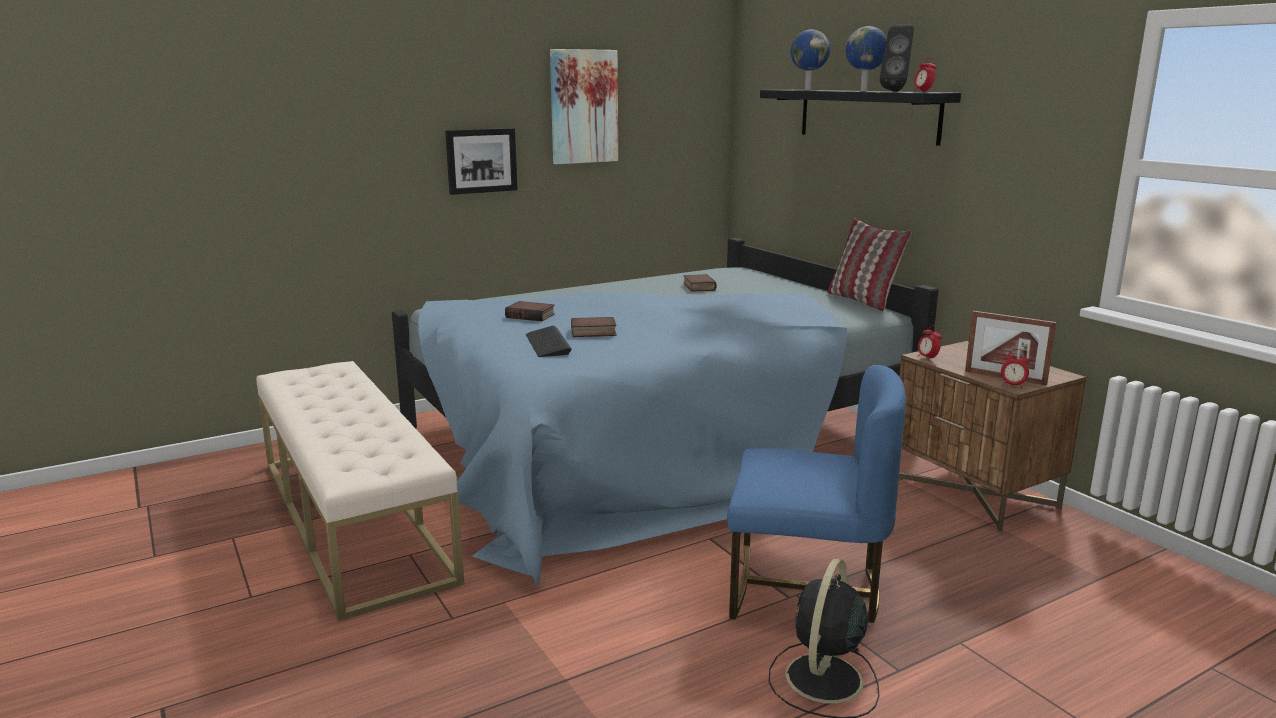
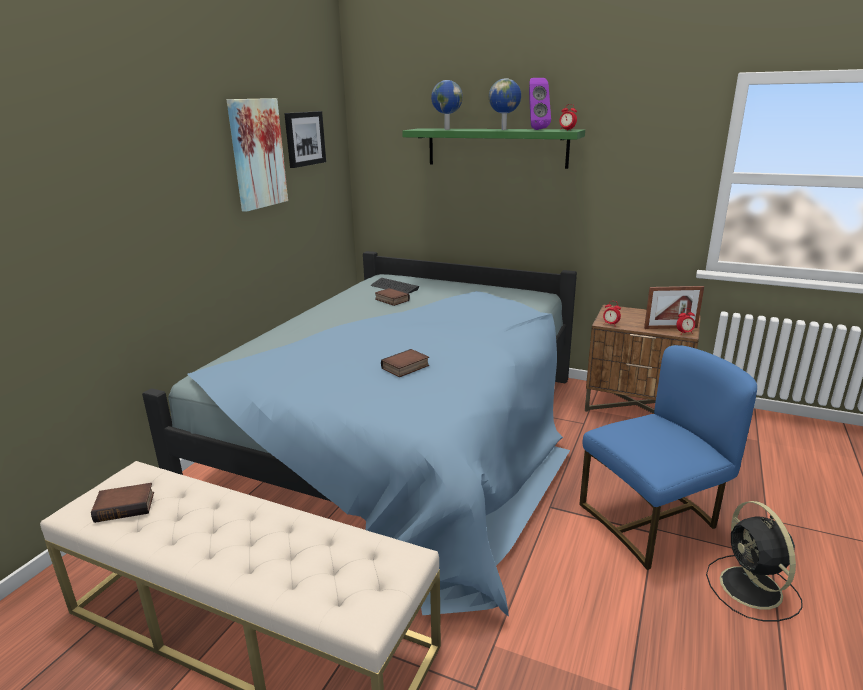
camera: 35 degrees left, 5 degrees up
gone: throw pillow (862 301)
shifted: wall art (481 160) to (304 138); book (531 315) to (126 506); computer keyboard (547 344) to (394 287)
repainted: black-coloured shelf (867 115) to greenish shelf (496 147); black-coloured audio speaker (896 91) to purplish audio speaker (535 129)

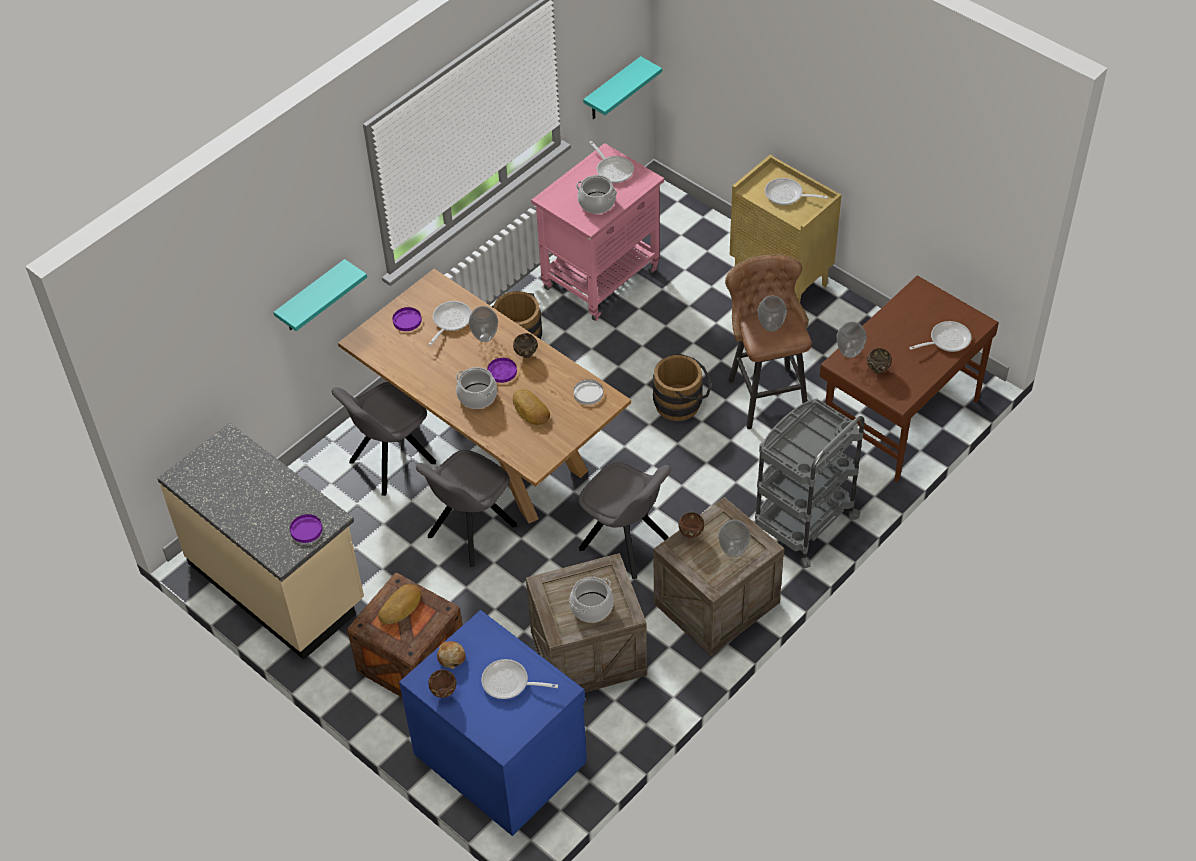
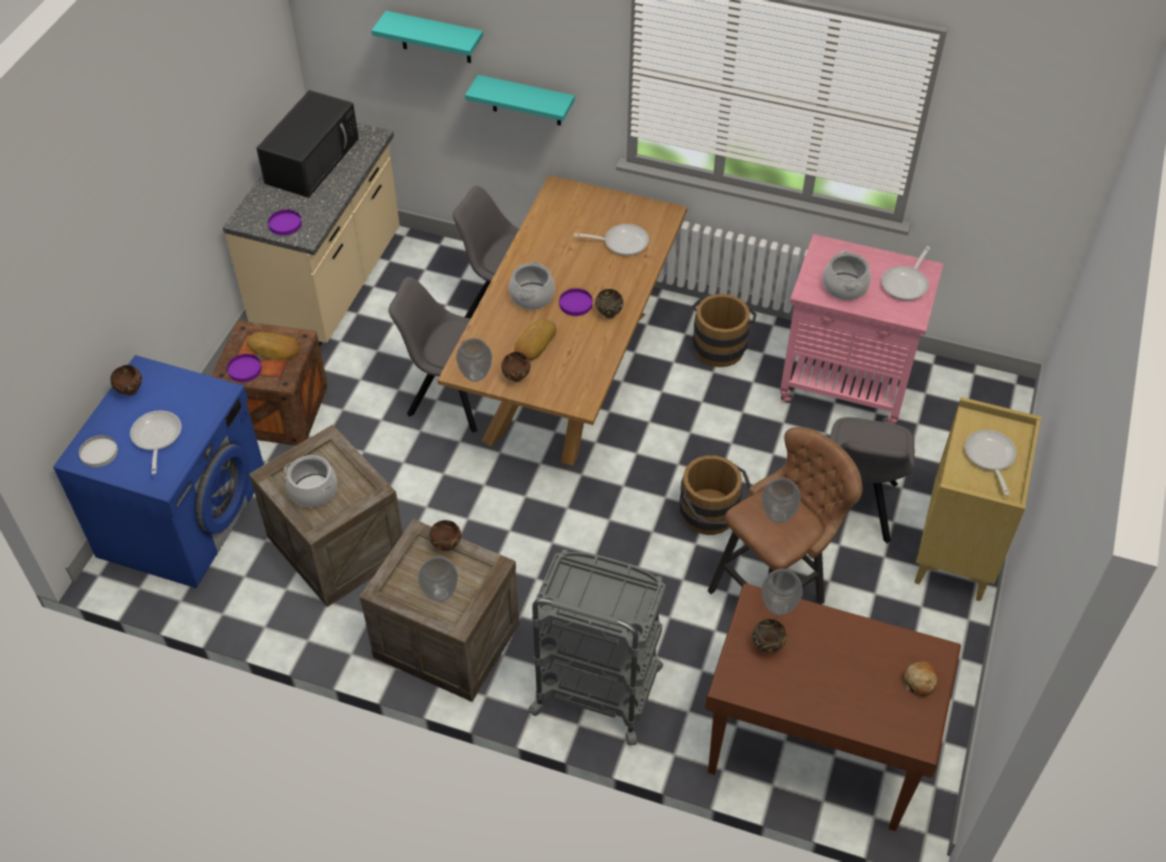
camera: 65 degrees right, 0 degrees up
gone: frying pan (946 340)
new: black-coloured kitchen microwave (312 159); brown deep dish (516 378)
shifted: purplish flat dish (407 320) to (244 369); bakery bread (451 657) to (919 681); vase (485 337) to (476 376); white flat dish (588 393) to (99 452); gray chair (625 543) to (857 507); turquoise shelf (612 90) to (435 37)

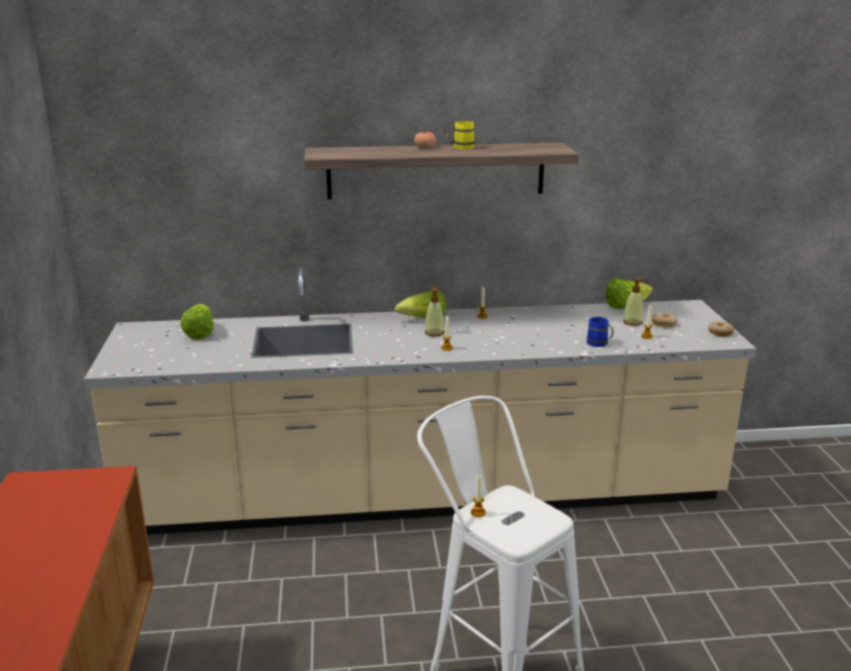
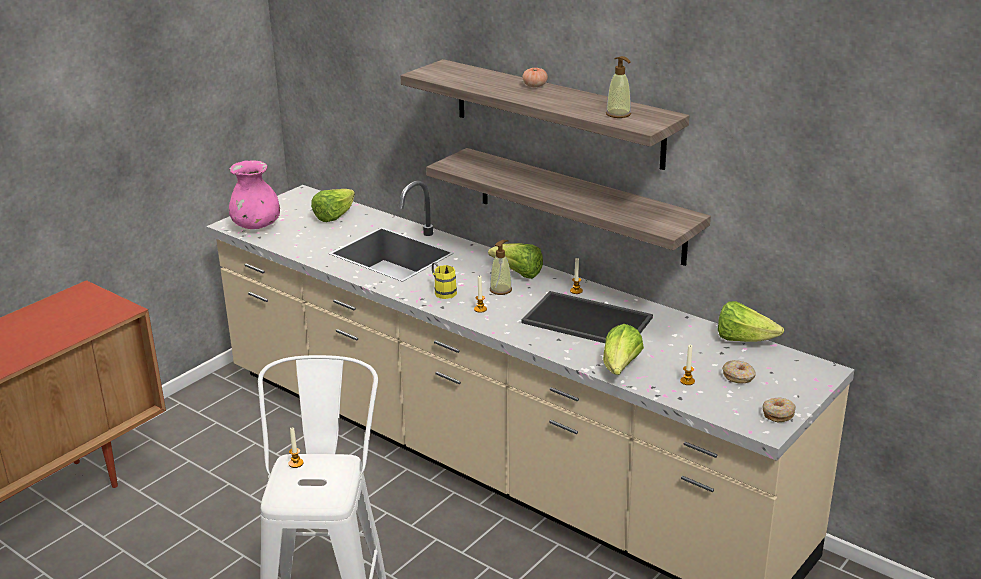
camera: 45 degrees right, 5 degrees up
new: pink-coloured vase (256 226); shelf (579 205); carrying tray (589 320)
shifted: yellow tea mug (458 147) to (442 291); soap bottle (633 322) to (618 114)
swapped: blue tea mug (600 344) to lettuce (620 368)

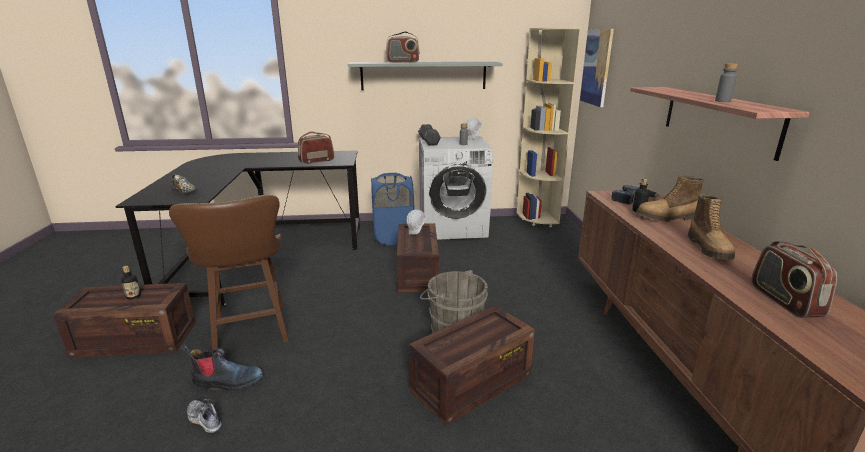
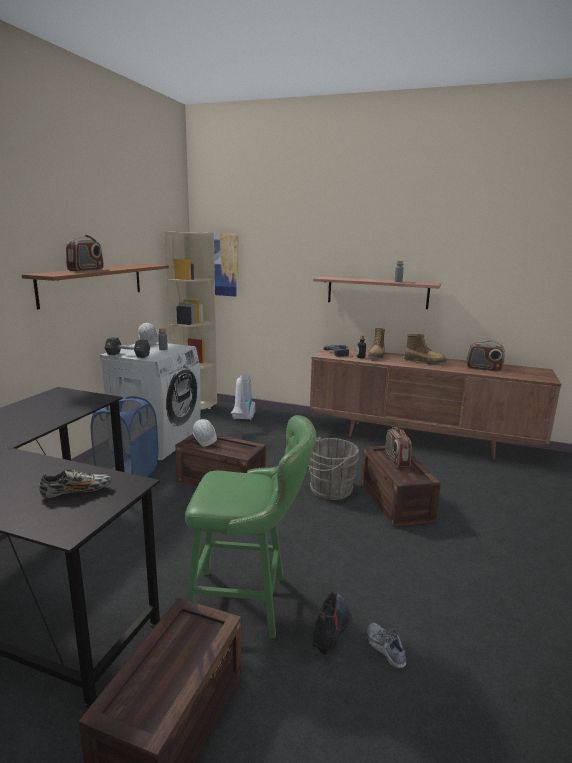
camera: 65 degrees left, 5 degrees down
gone: bottle (133 296)
new: vacuum (242 420)
shifted: radio (316 161) to (396 460)
repainted: brown sitting stool (251 335) to greenish sitting stool (251 603); gray shelf (423 75) to brown shelf (93 284)
rotated: shoe (204 420) = (385 649) 90 degrees clockwise

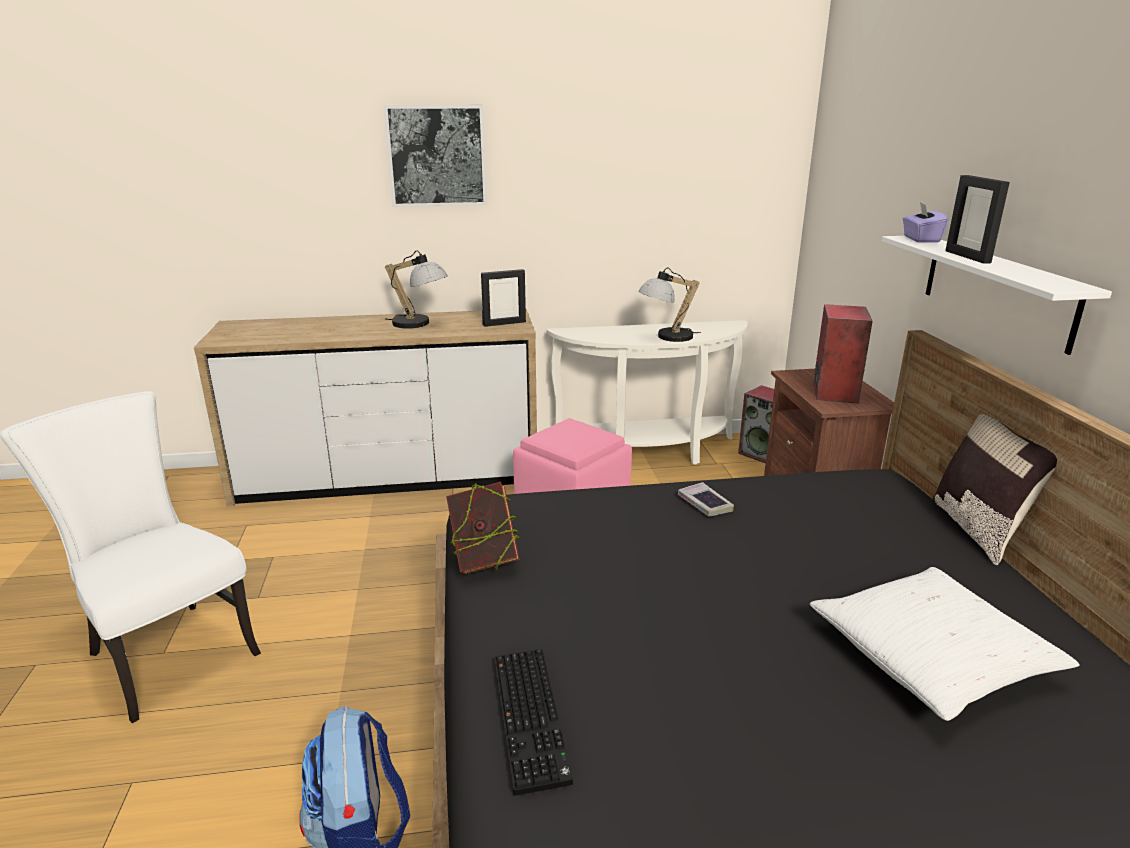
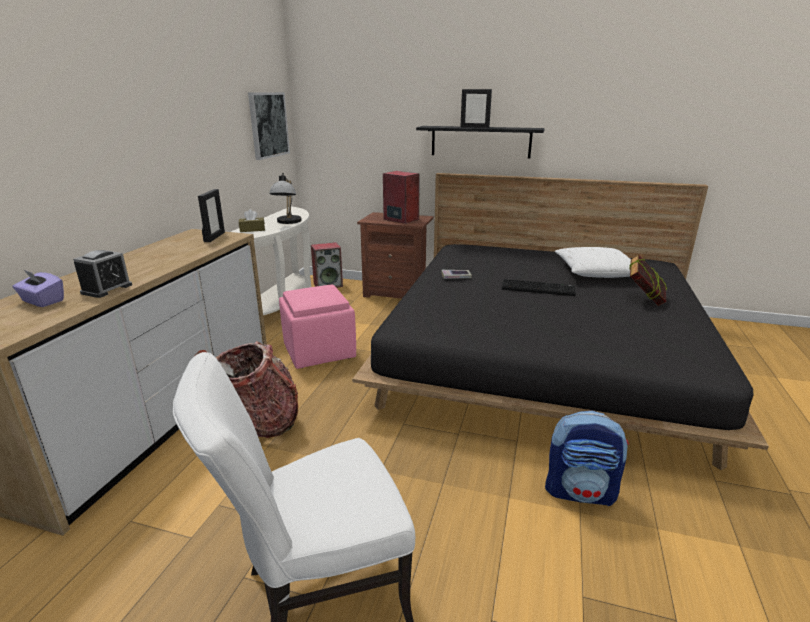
camera: 65 degrees left, 0 degrees up
gone: tabletop lamp (419 324); throw pillow (979 530)
new: table clock (107 289); backpack (259 424); brown tissue box (252 229)
shifted: wall art (437 156) to (268 125); book (484 560) to (643 300); computer keyboard (533 718) to (538 288); purplish tissue box (920 239) to (42 301)
repainted: white shelf (996 290) to black-coloured shelf (480 142)

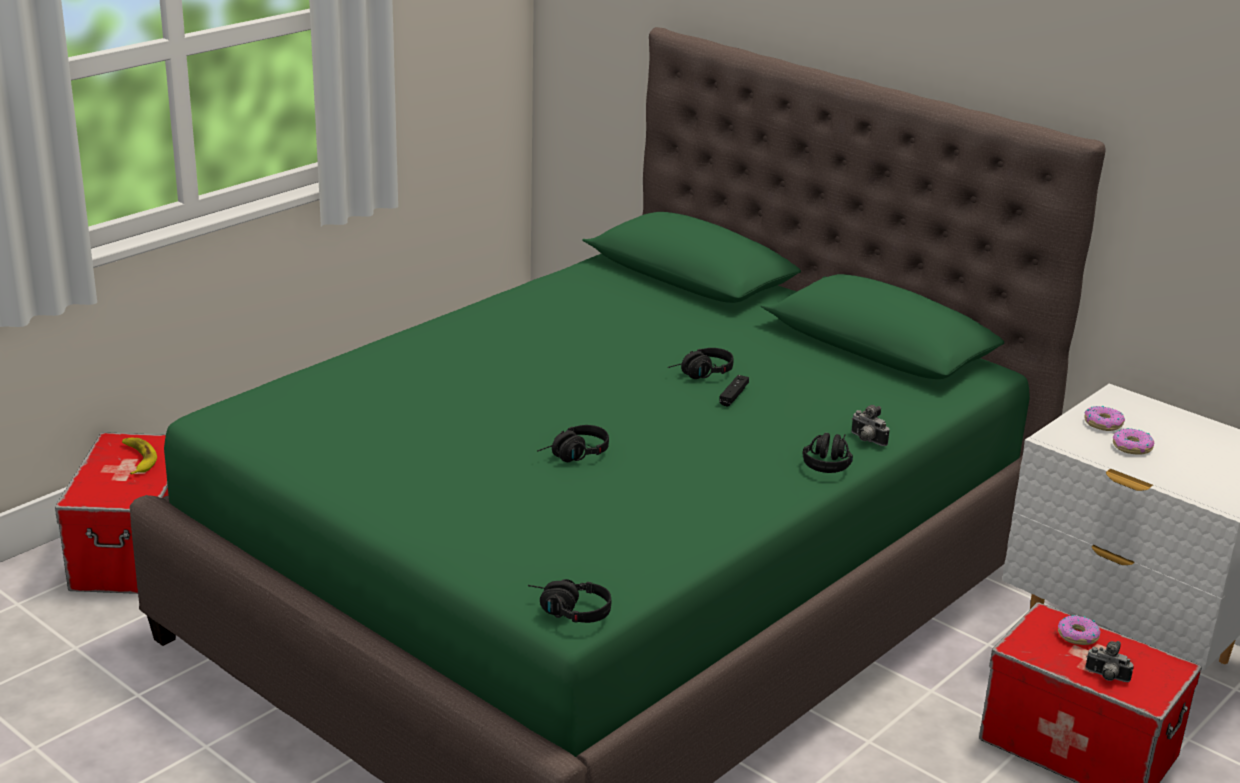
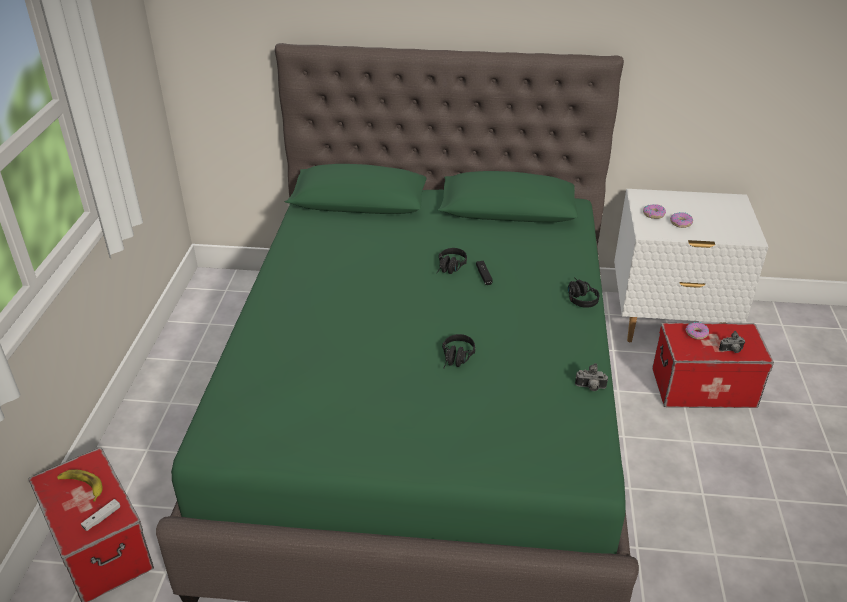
camera: 35 degrees left, 10 degrees up
gone: black-coloured headset (567 612)
new: white gamepad (102 518)
shifted: still camera (866 440) to (590 388)

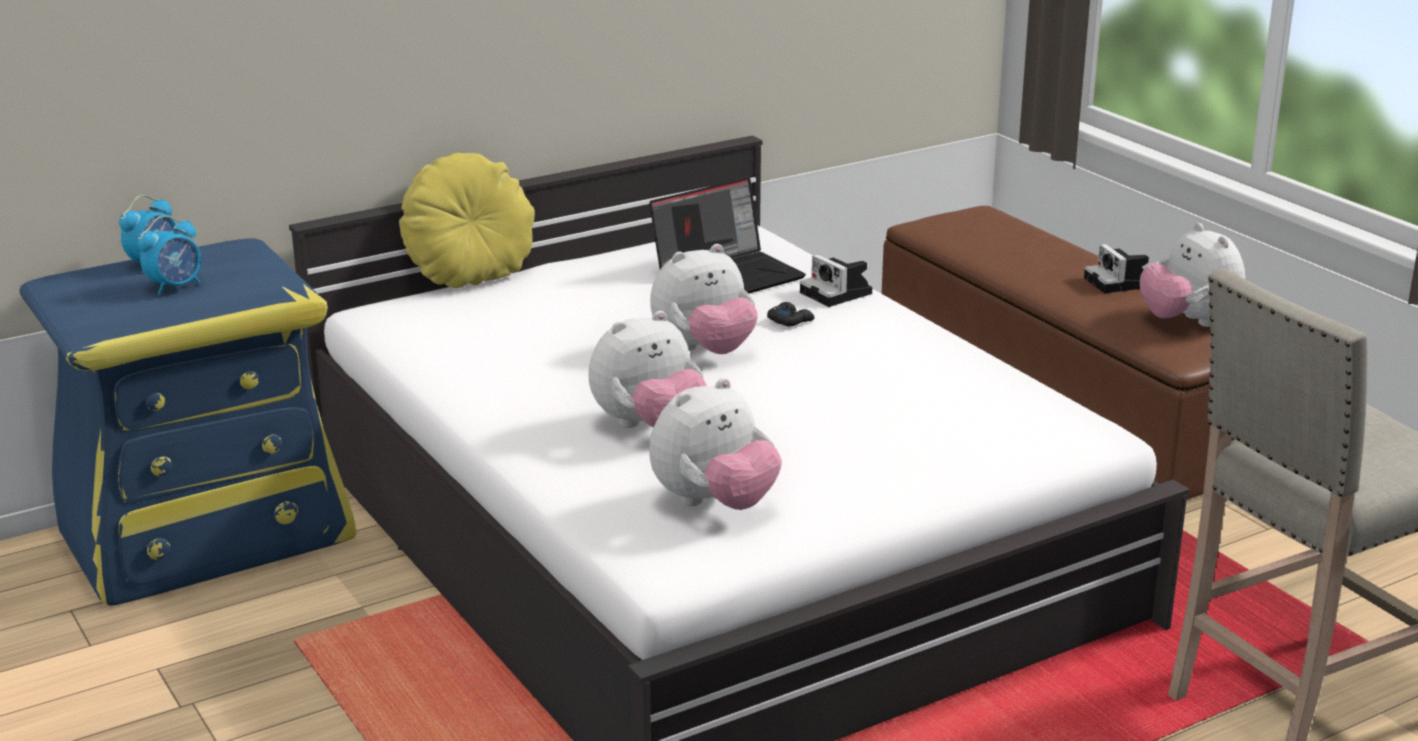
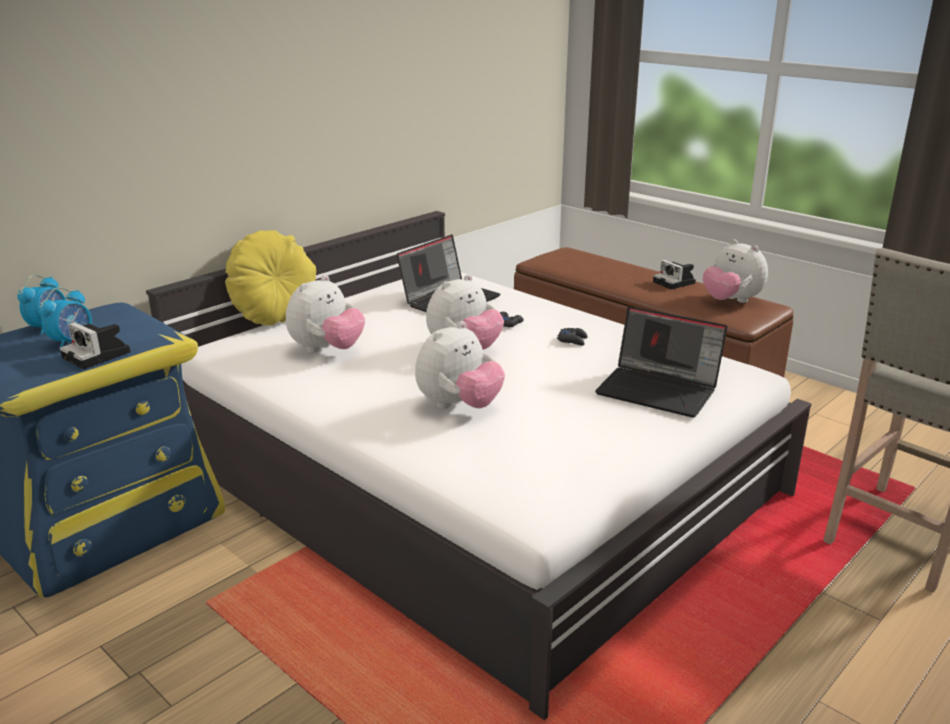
camera: 15 degrees left, 0 degrees up
new: black-coloured gamepad (572 340); portable computer (659 390)
shifted: soft toy (714 503) to (327 350); still camera (838 294) to (98 355)

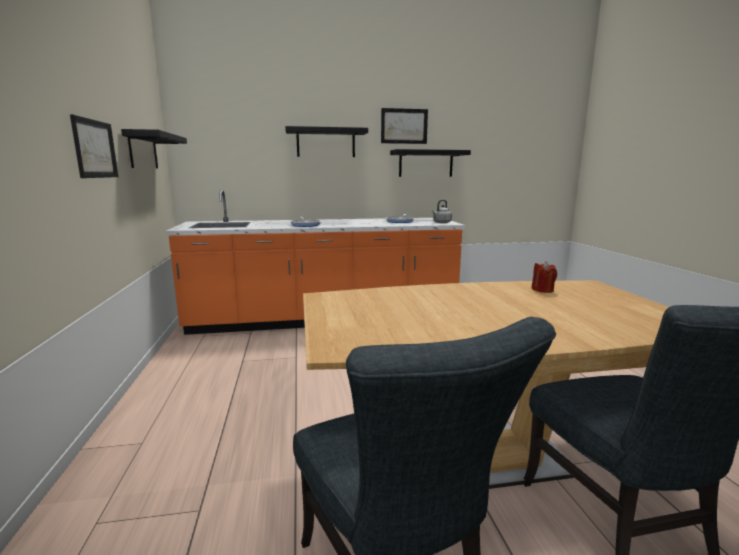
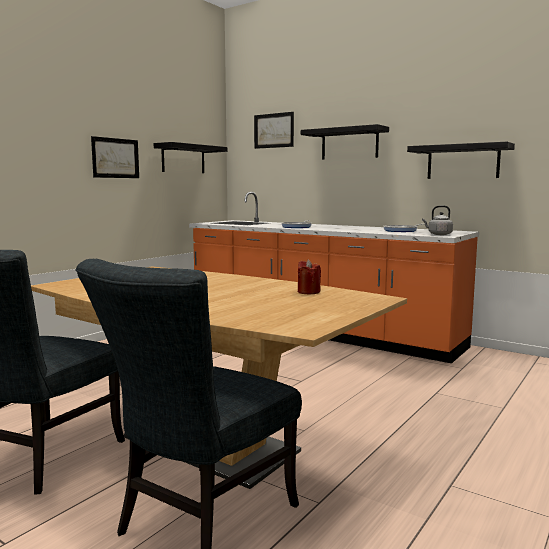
camera: 45 degrees right, 5 degrees down
shifted: wall art (404 126) to (273 130)

